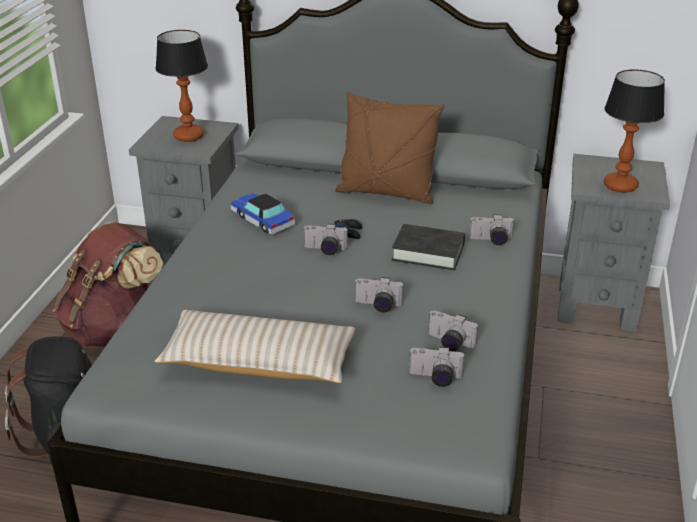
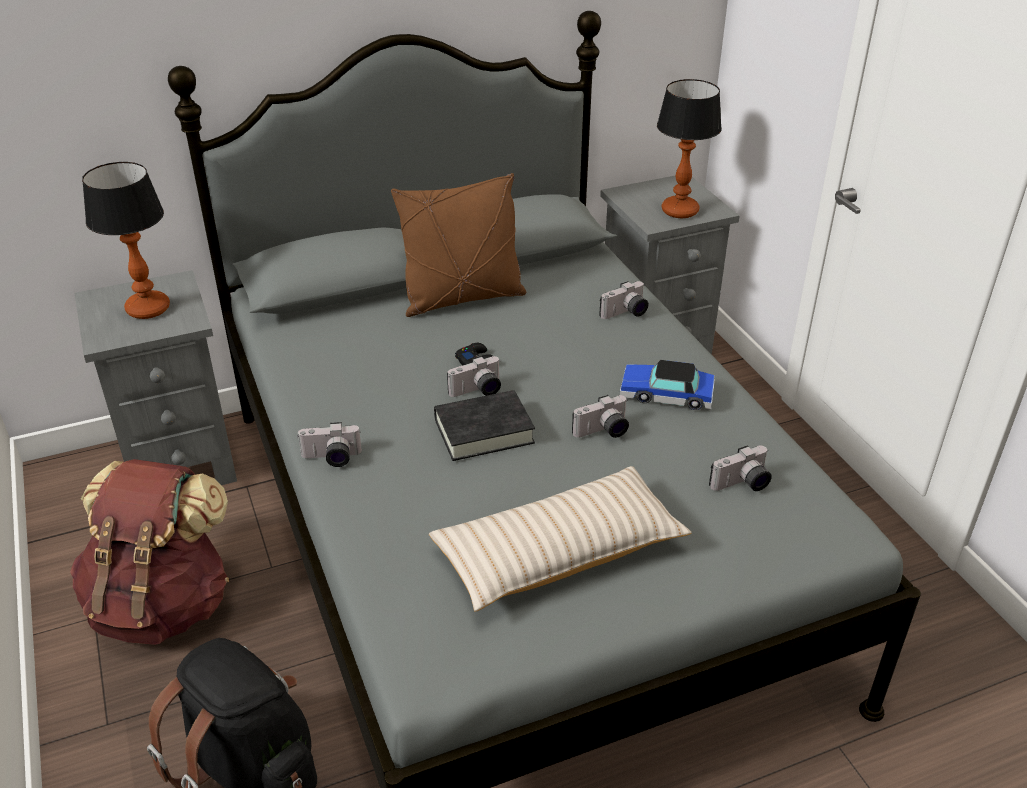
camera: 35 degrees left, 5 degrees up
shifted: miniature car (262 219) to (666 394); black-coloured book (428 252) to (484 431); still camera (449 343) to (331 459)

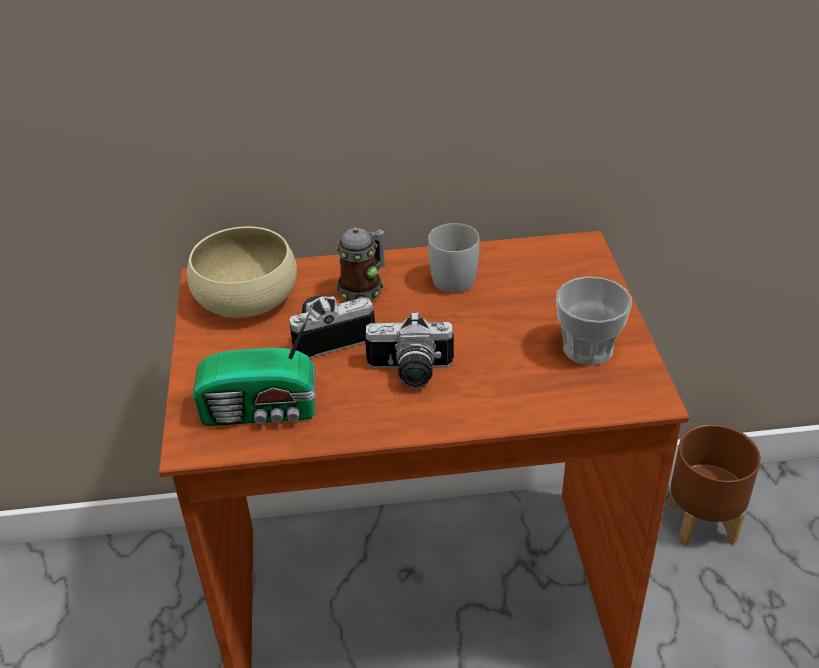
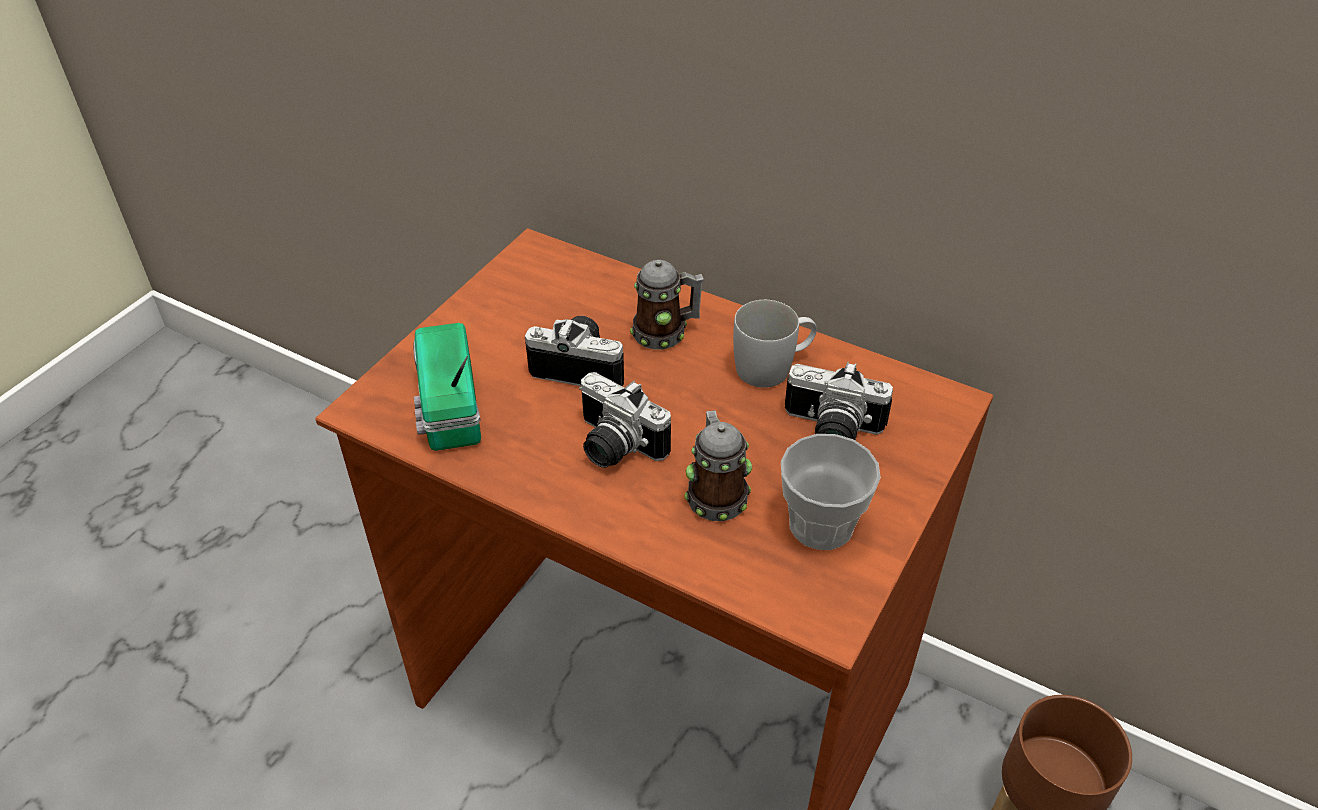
camera: 35 degrees right, 5 degrees up
gone: sand-coloured deep dish (246 297)
new: tea mug (715 492); still camera (830 431)
rotated: radio (263 411) = (448 409) 45 degrees clockwise

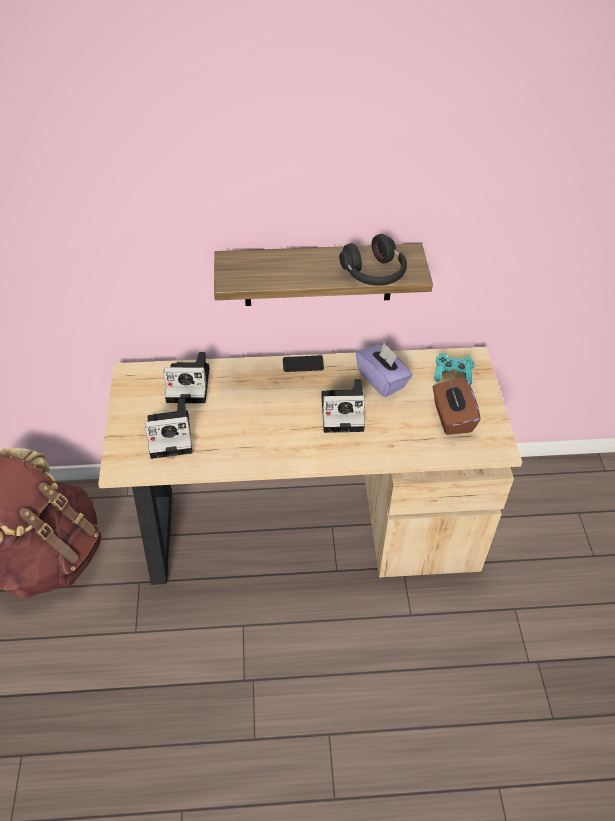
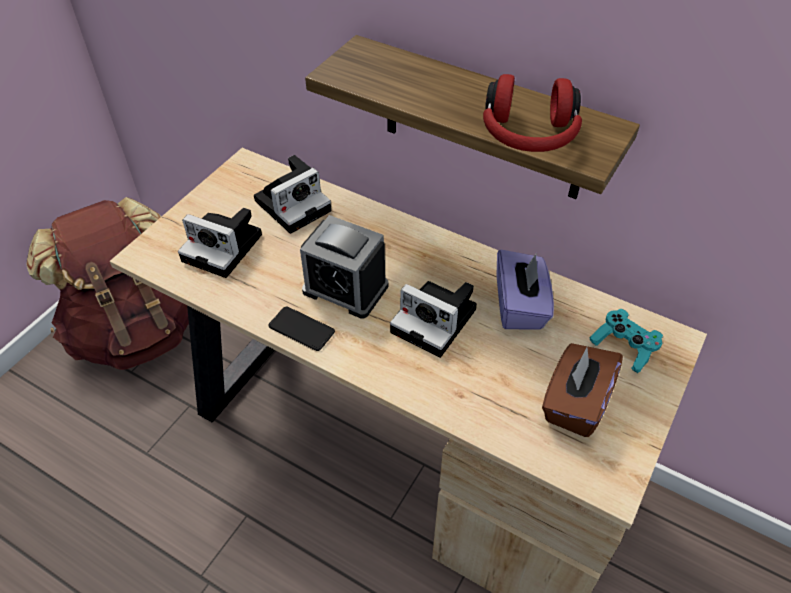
camera: 35 degrees right, 0 degrees up
new: table clock (345 288)
shifted: phone (303 364) to (301 329)
repainted: black-coloured headset (374 274) to reddish headset (528 136)
rotated: still camera (190 384) = (294 204) 75 degrees counterclockwise

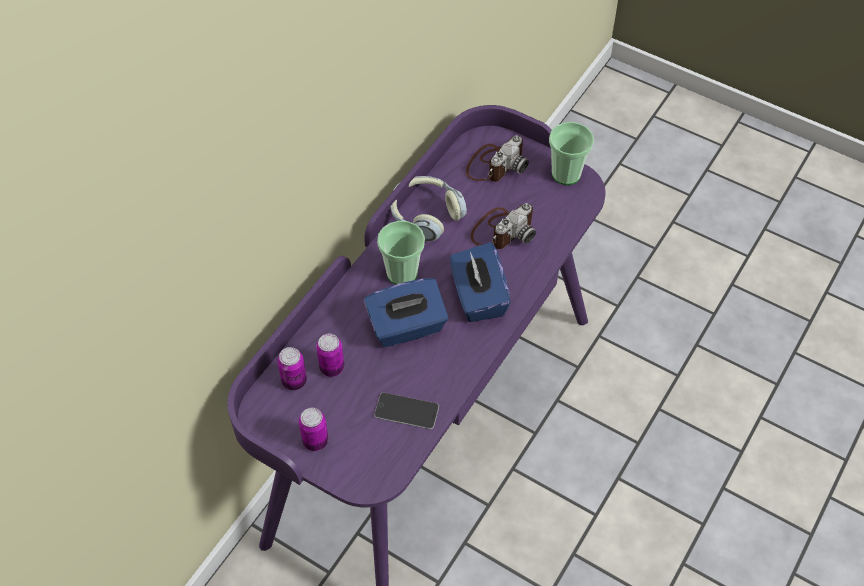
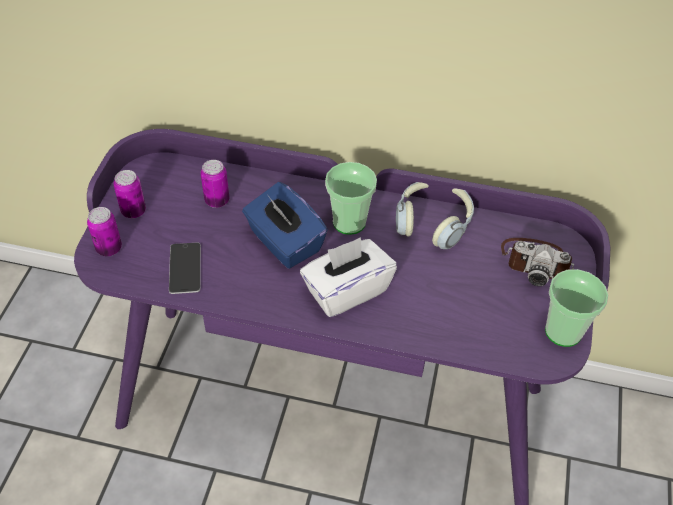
camera: 70 degrees right, 5 degrees down
gone: still camera (502 230)
shifted: metal can (294 381) to (109 248)
repainted: blue tissue box (478 297) to white tissue box (346 291)

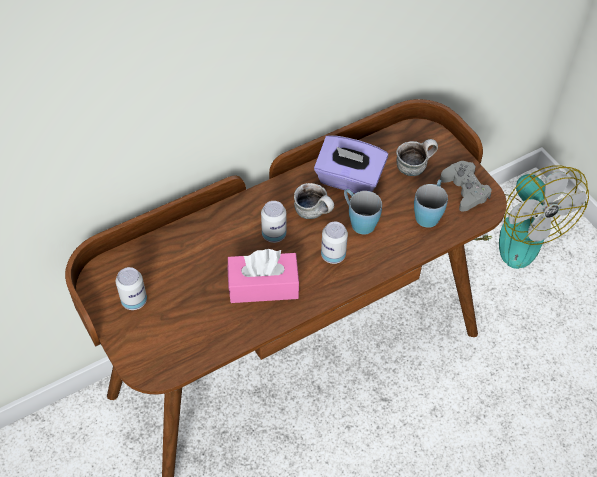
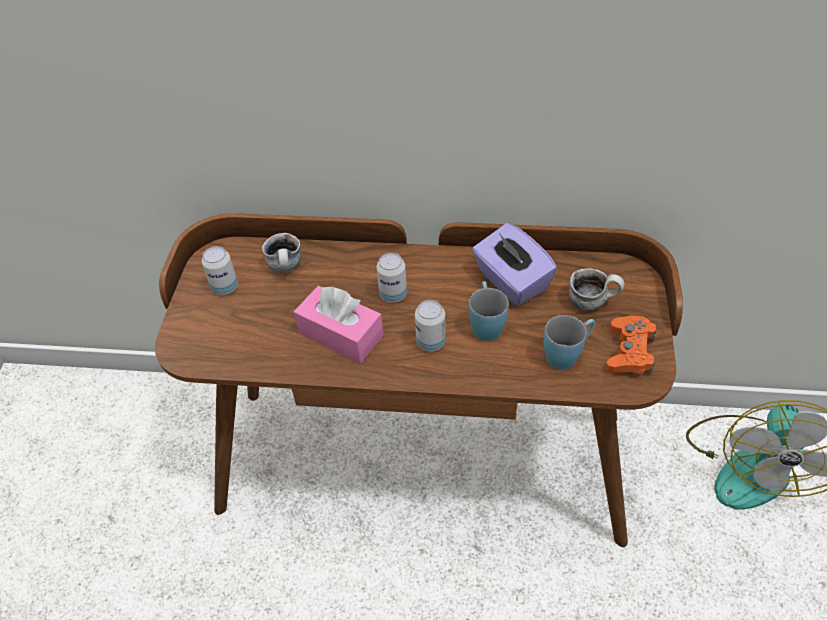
camera: 40 degrees right, 5 degrees down
shifted: tea mug (314 212) to (287 268)
repainted: gray gamepad (464 190) to orange gamepad (629 352)

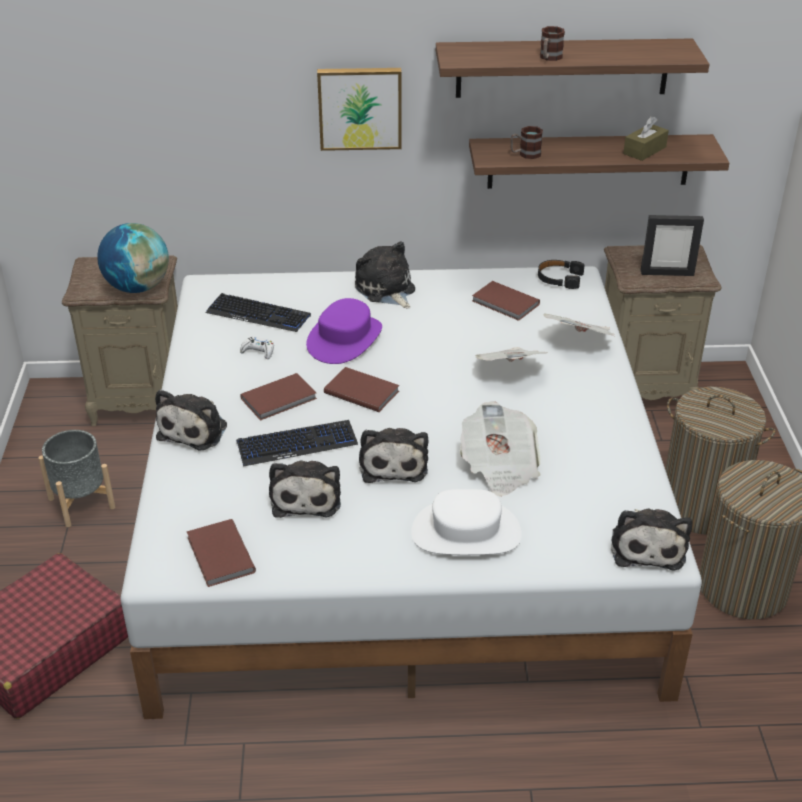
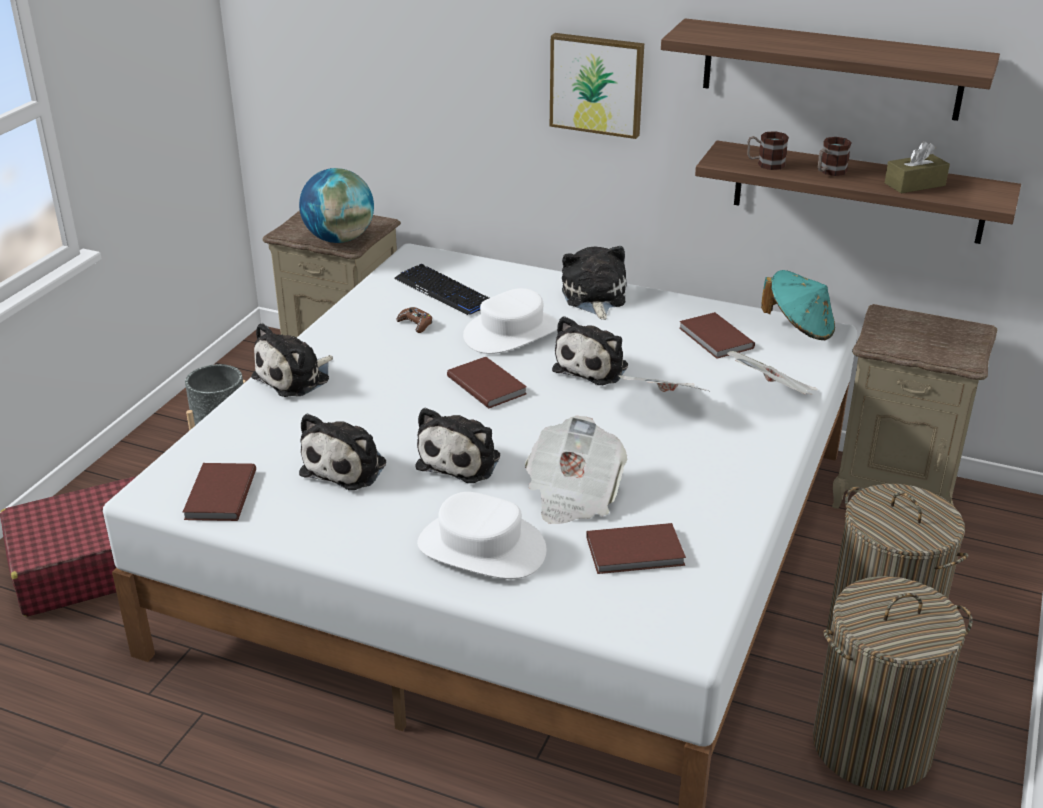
camera: 25 degrees right, 5 degrees down
gone: computer keyboard (297 444); picture frame (667 273)
shifted: brown book (280 399) to (636 552); tea mug (549 58) to (829 172); soft toy (647 546) to (593 367)
swapped: black-coloured headset (559 278) to turquoise wearable hat (799 328)
repainted: white gamepad (258 351) to brown gamepad (415 324); purplish wearable hat (345 339) to white wearable hat (512 333)

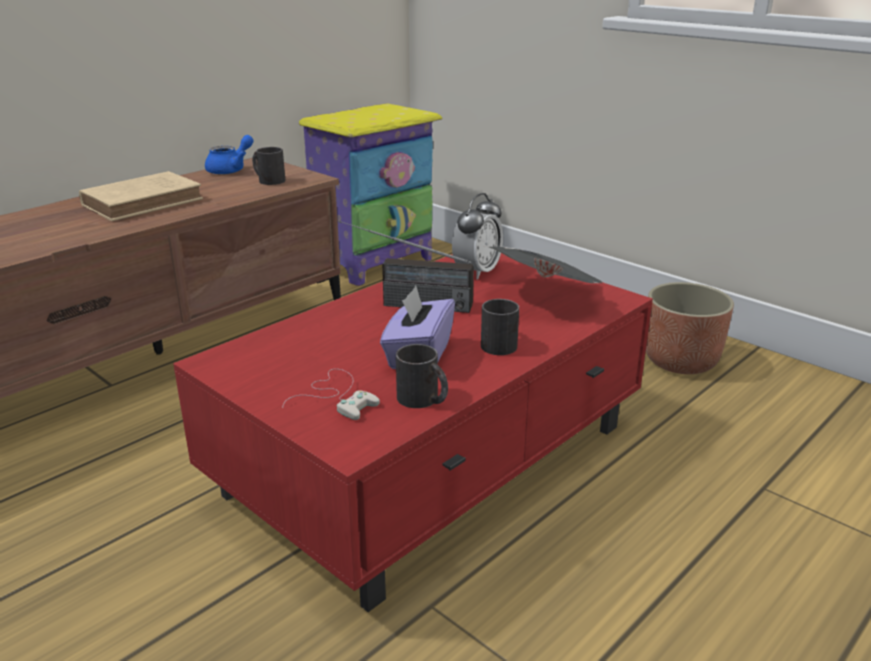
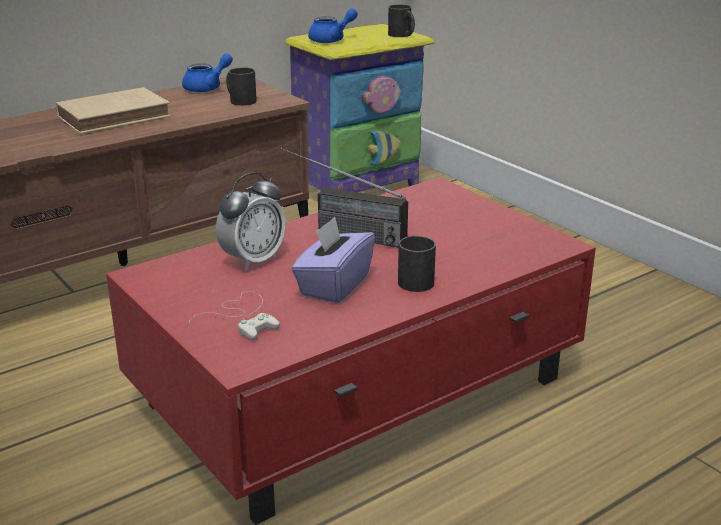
camera: 10 degrees right, 0 degrees up
gone: newspaper (547 297); planter (680 362)
new: blue tea pot (332 40)
shifted: black-coloured tea mug (424 400) to (402 35); table clock (477 272) to (253 260)

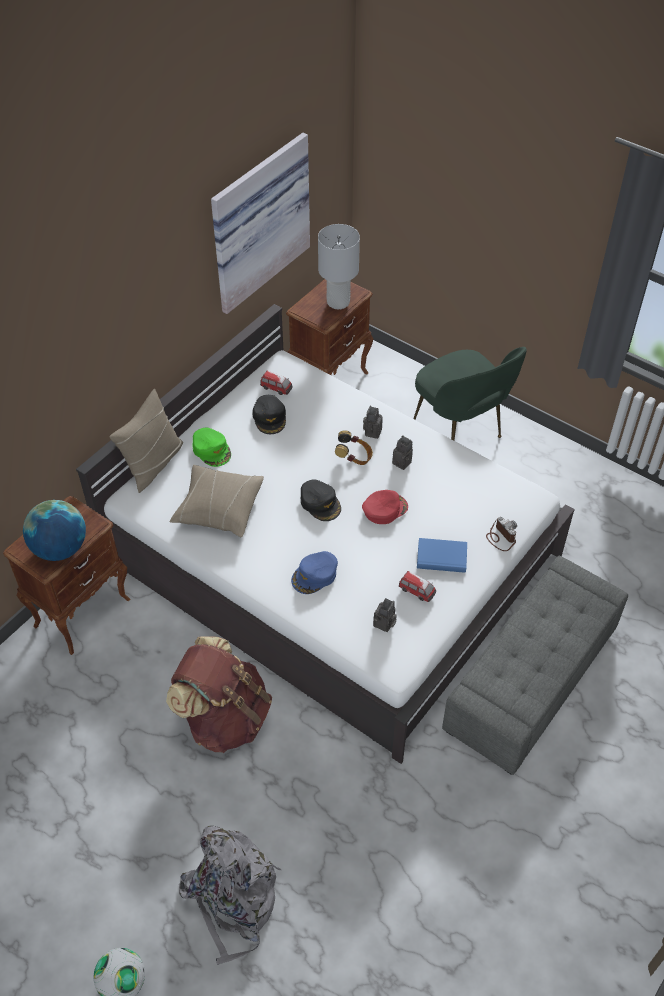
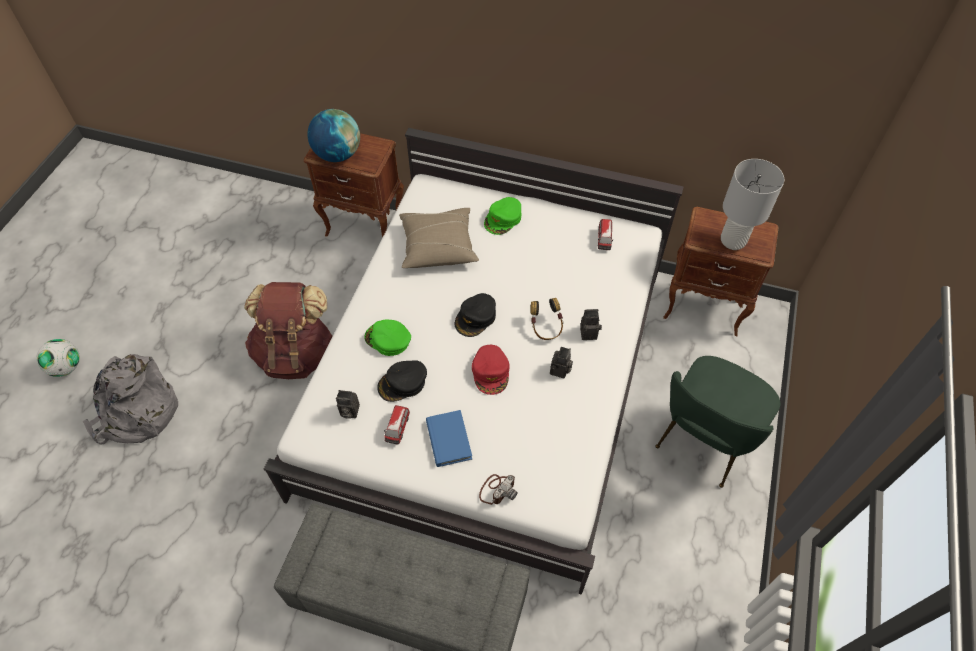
camera: 70 degrees right, 5 degrees up
gone: sand-coloured throw pillow (153 464); wall art (257 221)
shifted: black-coloured cap (270 417) to (402 383)
repainted: blue cap (315 576) to greenish cap (388 339)
rotated: reddish cap (384 509) = (491 372) 45 degrees clockwise

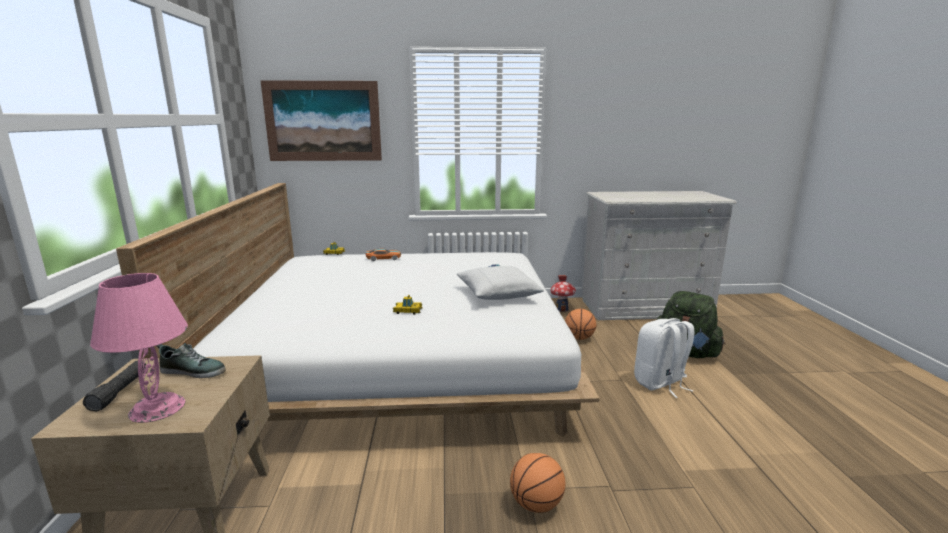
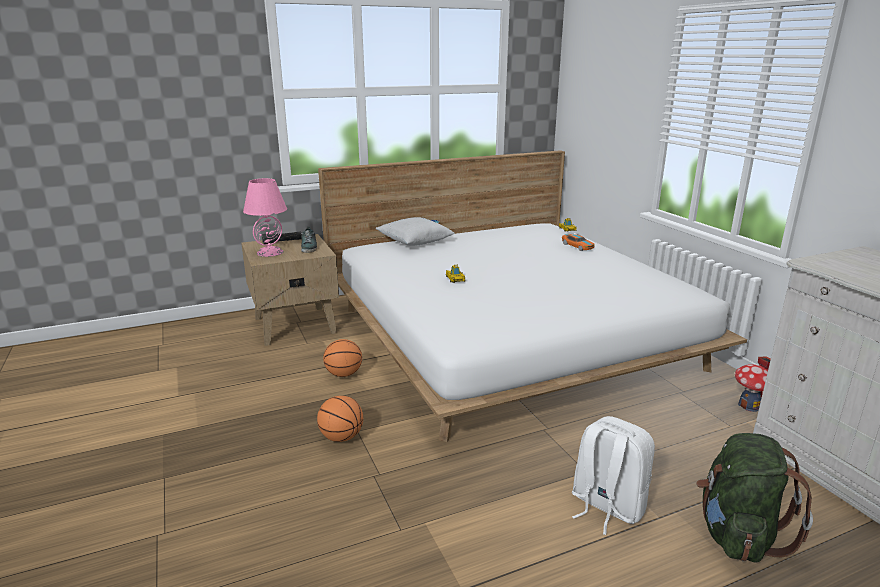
camera: 70 degrees right, 5 degrees up
gone: wall art (323 121)
shifted: gray throw pillow (498 295) to (415 241); basketball ball (579 338) to (344 374)

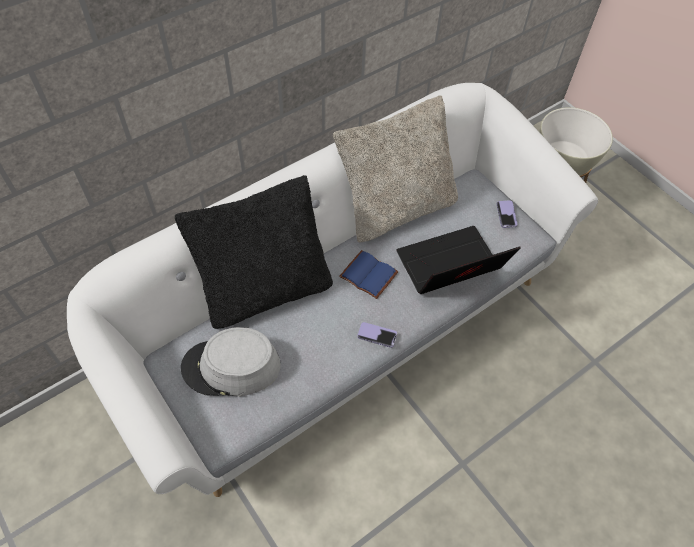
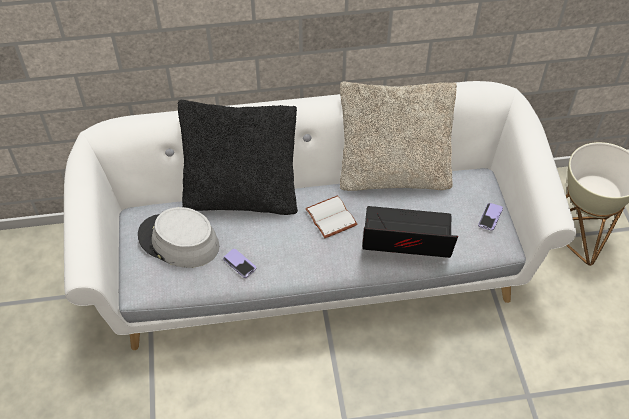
camera: 30 degrees right, 5 degrees down
shifted: phone (377 335) to (239 264)
repainted: blue book (370 274) to white book (332 217)

